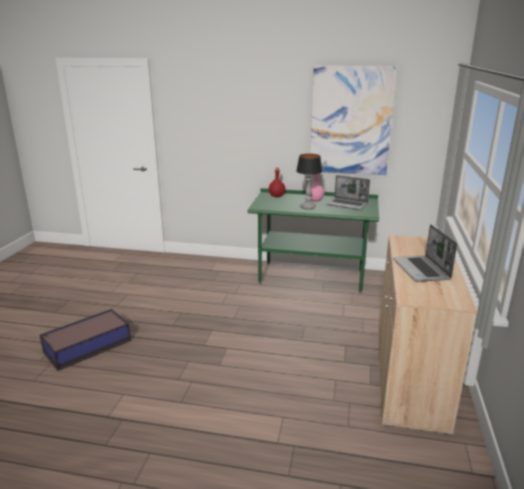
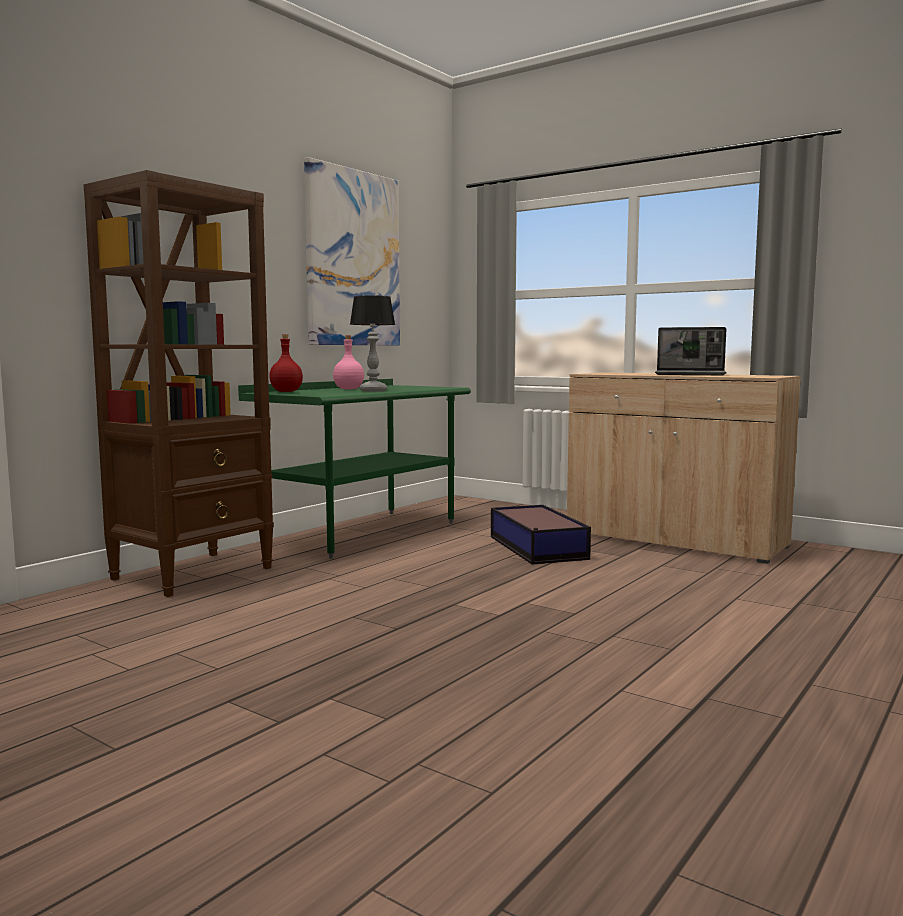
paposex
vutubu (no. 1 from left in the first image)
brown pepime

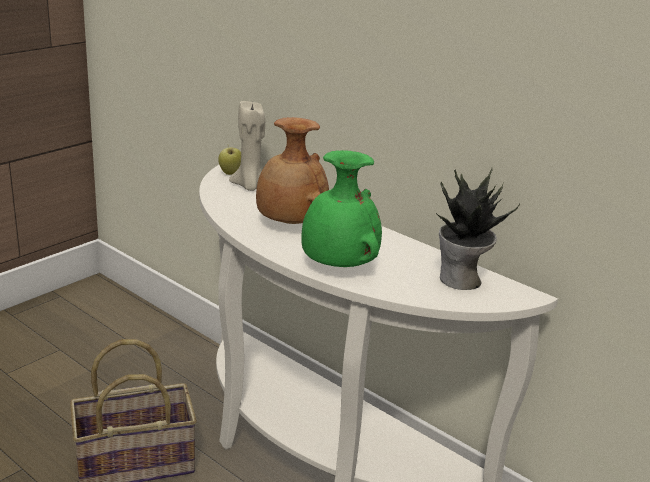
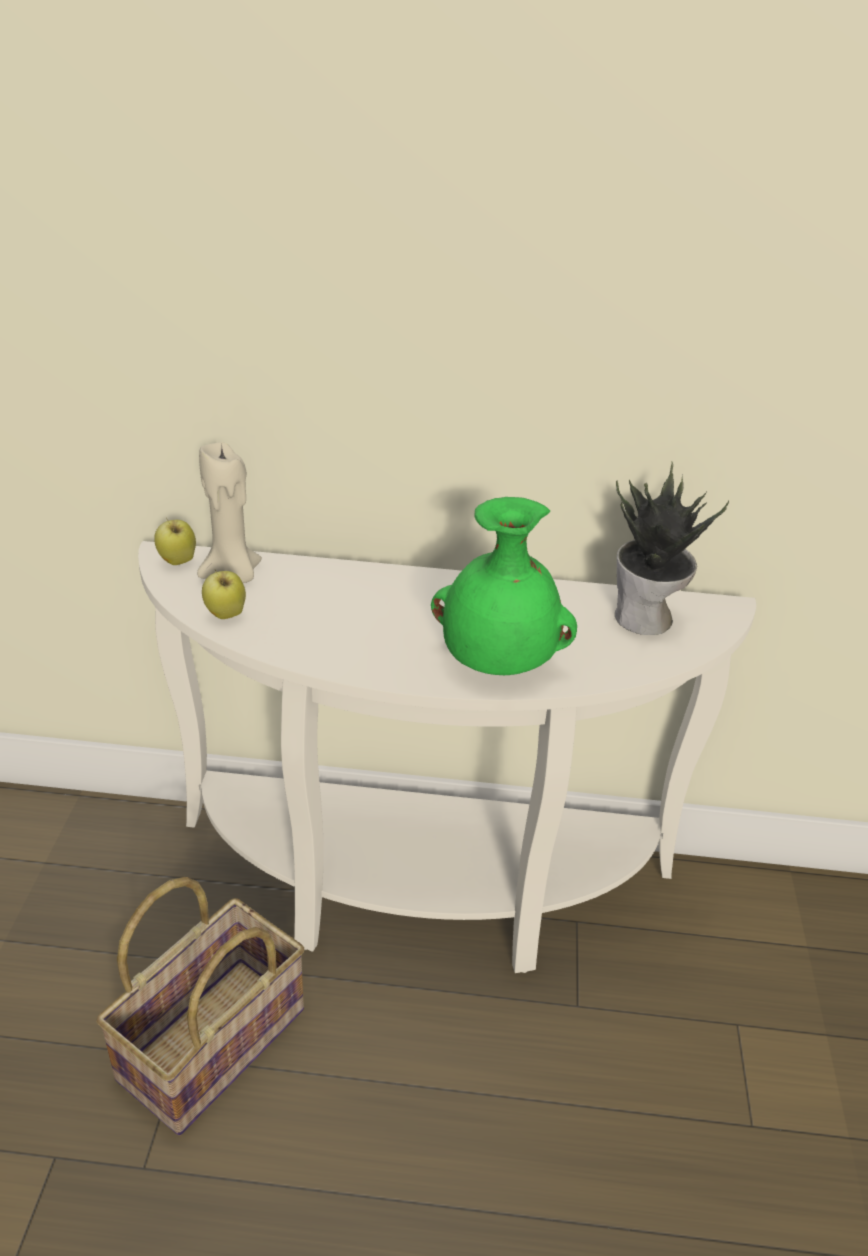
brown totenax
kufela (no. 2 from left)

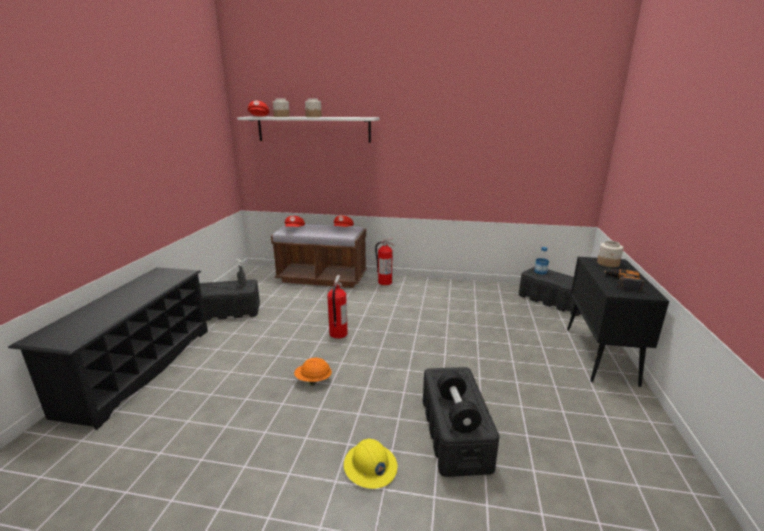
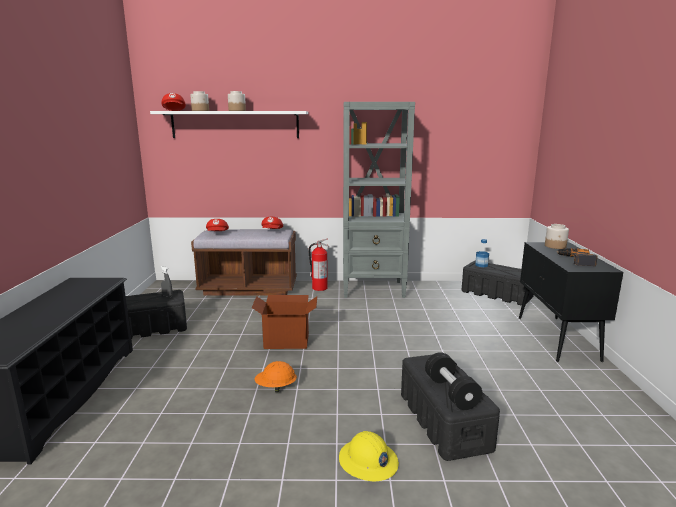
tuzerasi
grey pepime

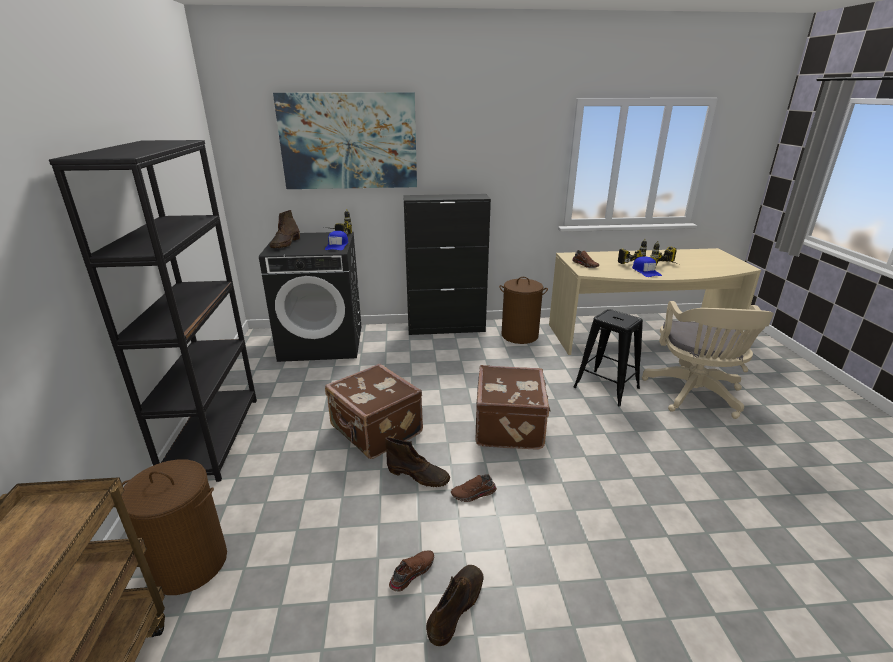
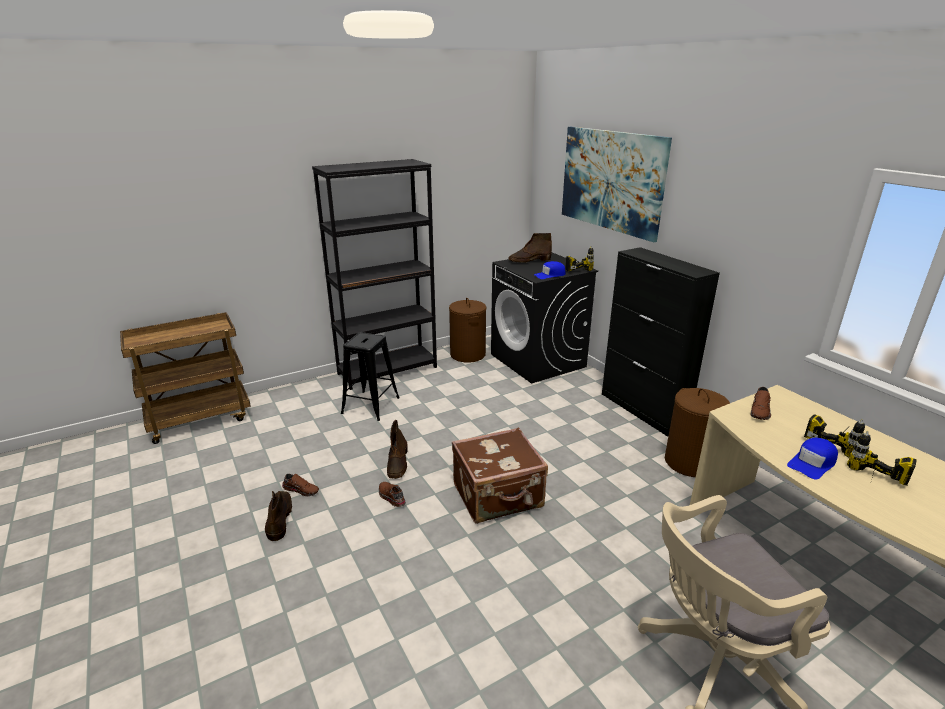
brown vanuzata (no. 1 from left)
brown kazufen (no. 1 from left in the first image)
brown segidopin (no. 1 from left)
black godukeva

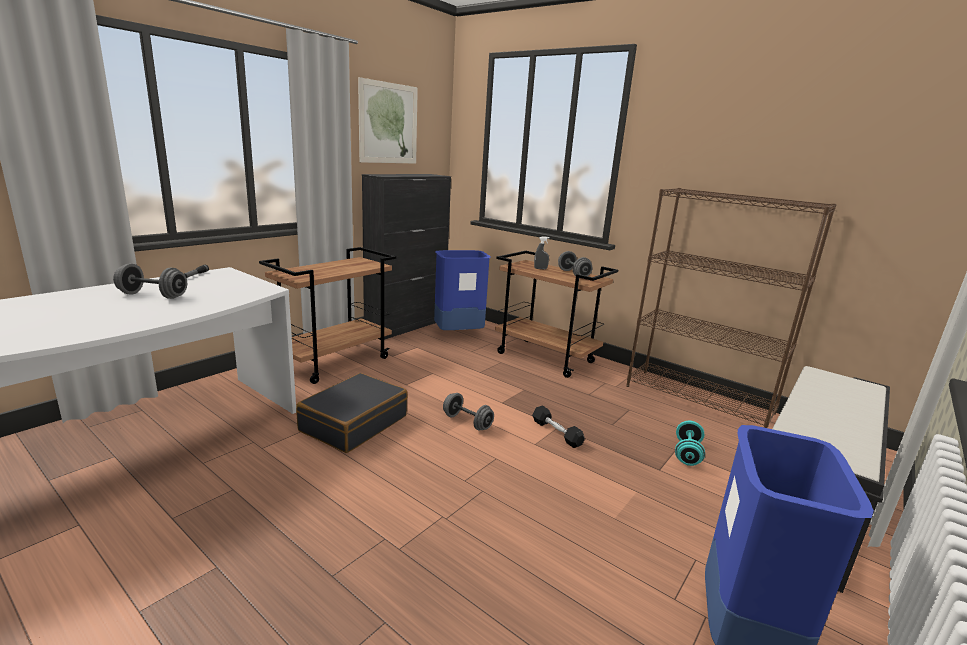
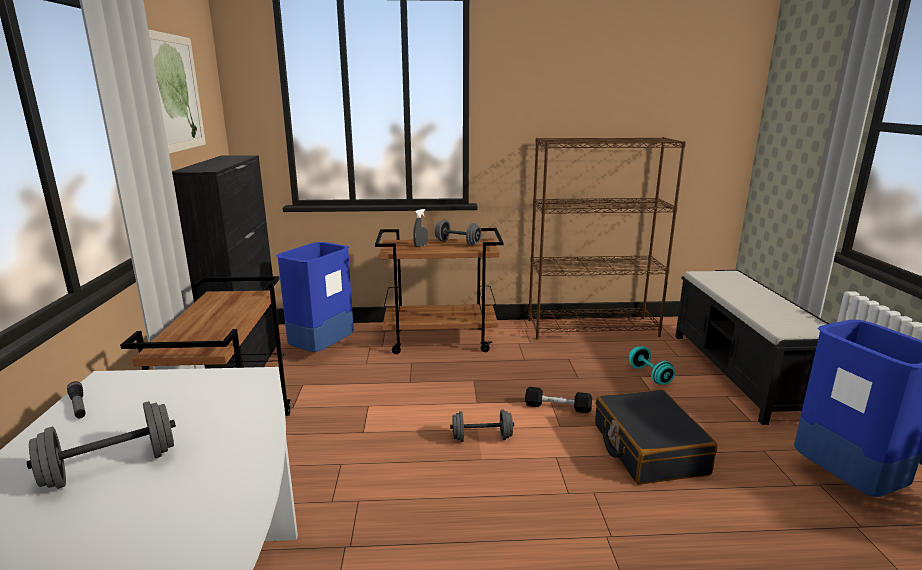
black kazufen

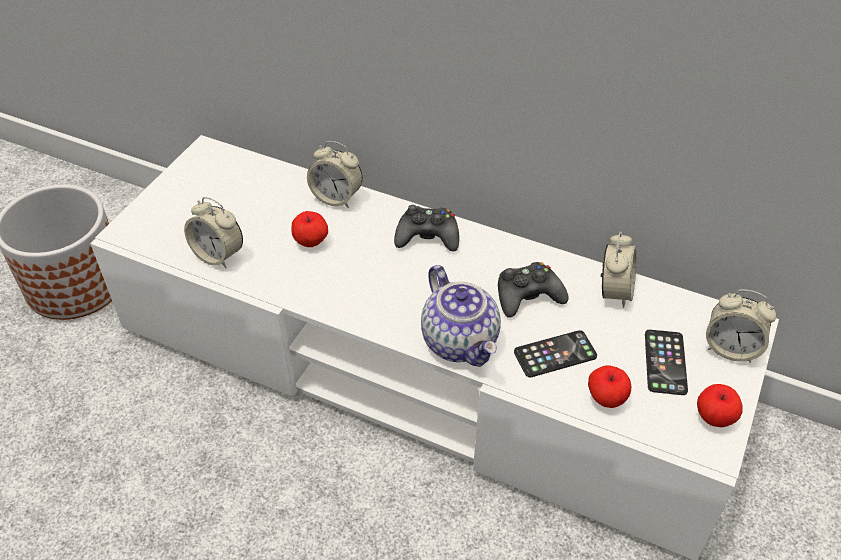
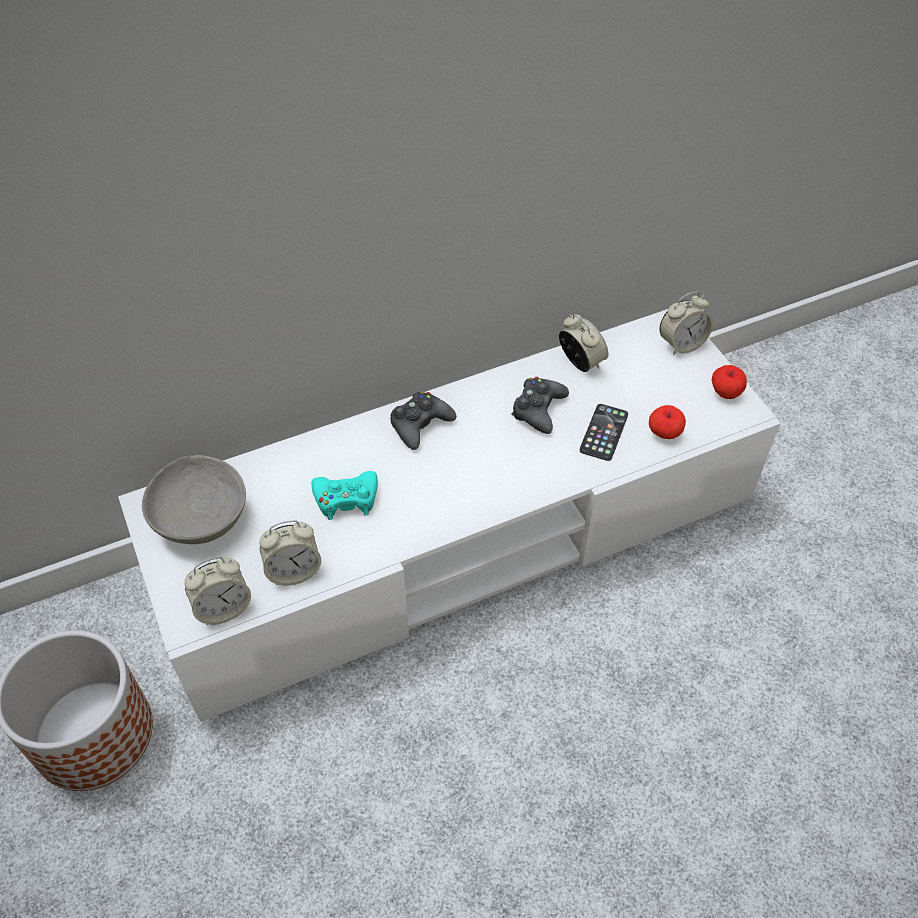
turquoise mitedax
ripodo (no. 1 from left)
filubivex
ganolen (no. 2 from left in the first image)
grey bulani

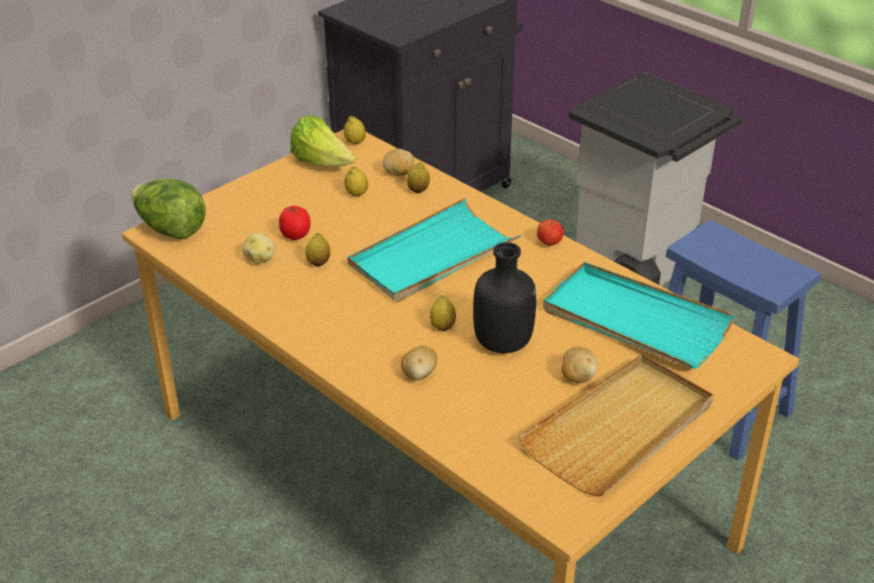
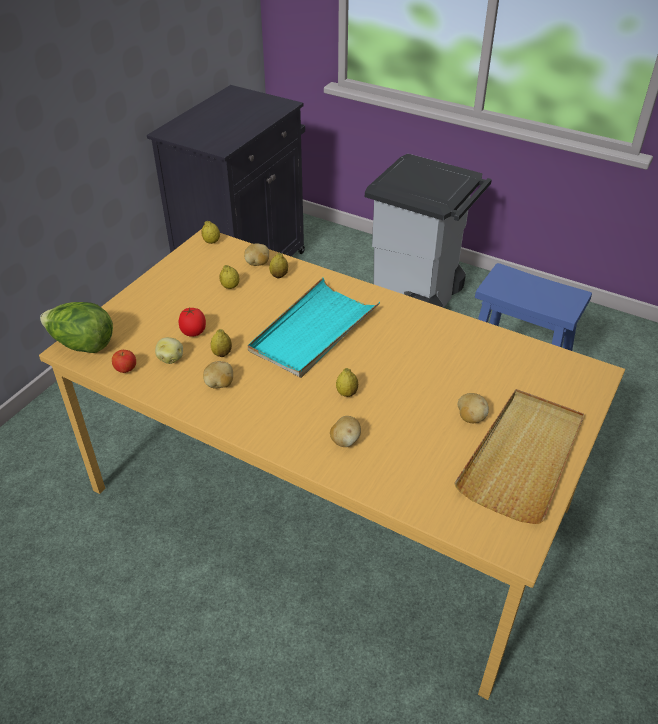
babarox (no. 2 from left in the first image)
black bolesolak
kufela
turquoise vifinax (no. 2 from left in the first image)
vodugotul (no. 2 from left)

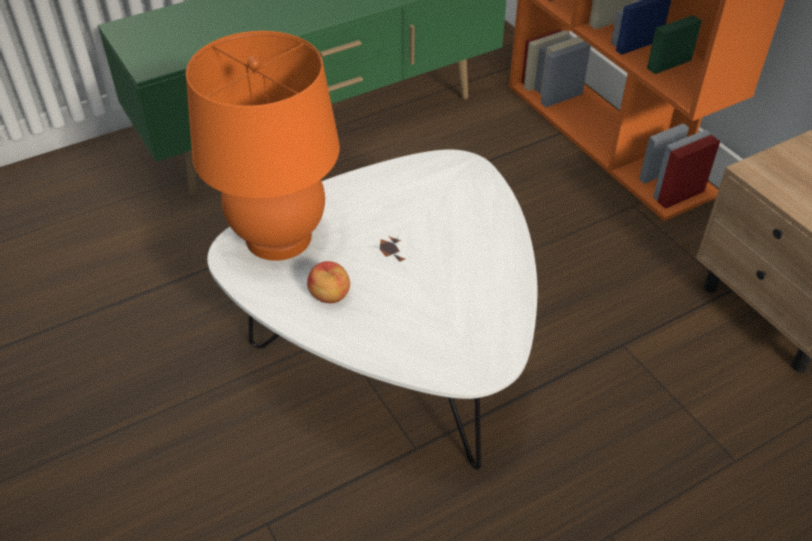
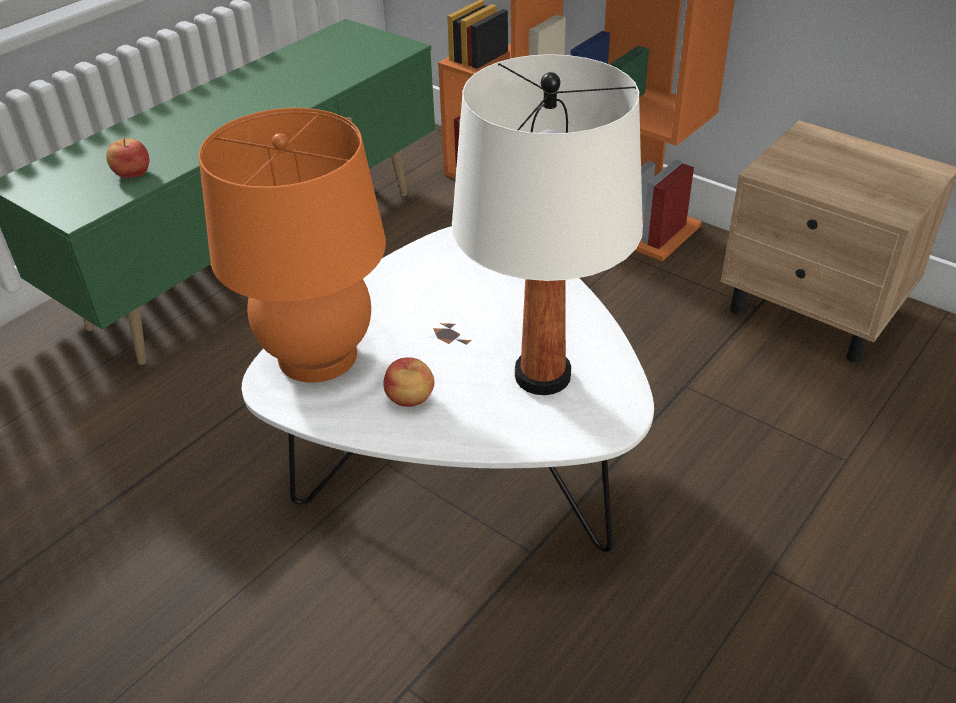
kufela (no. 1 from left)
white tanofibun

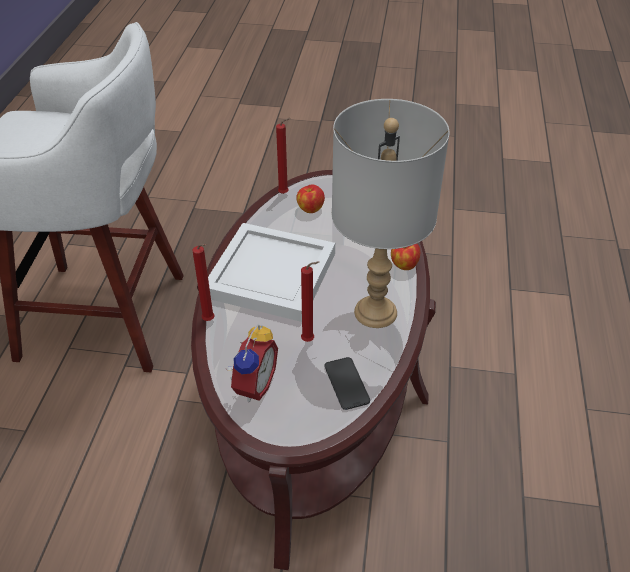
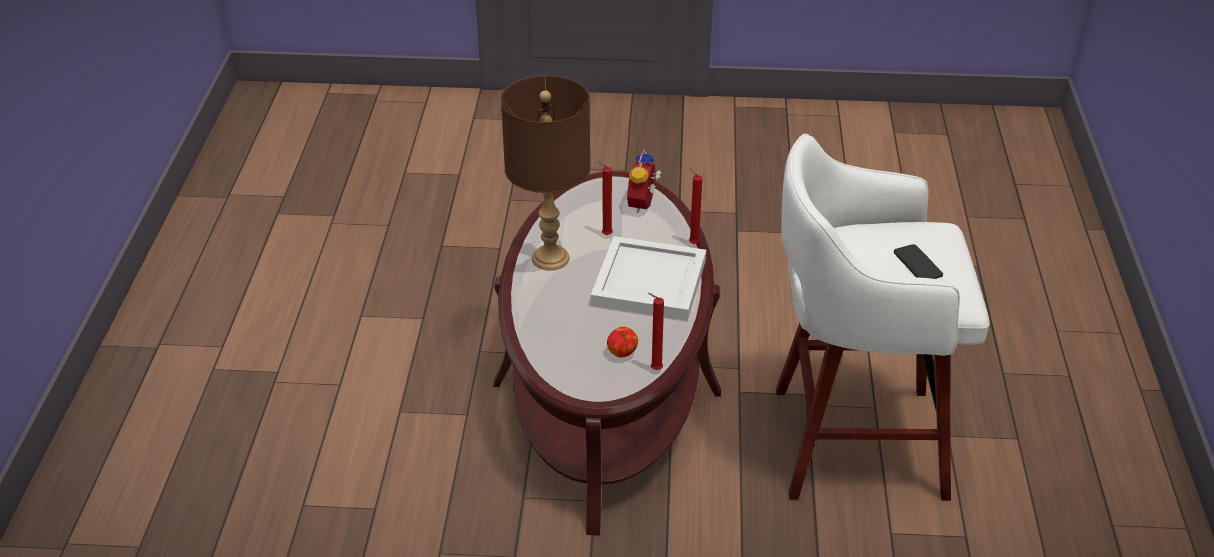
ganolen
brown tanofibun
kufela (no. 2 from left in the first image)

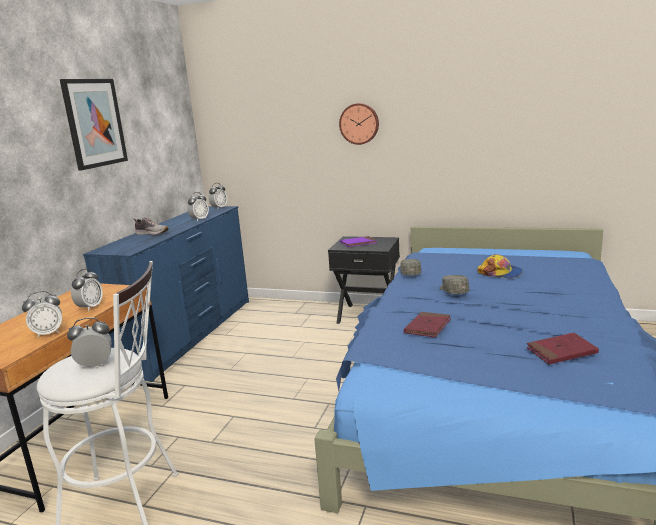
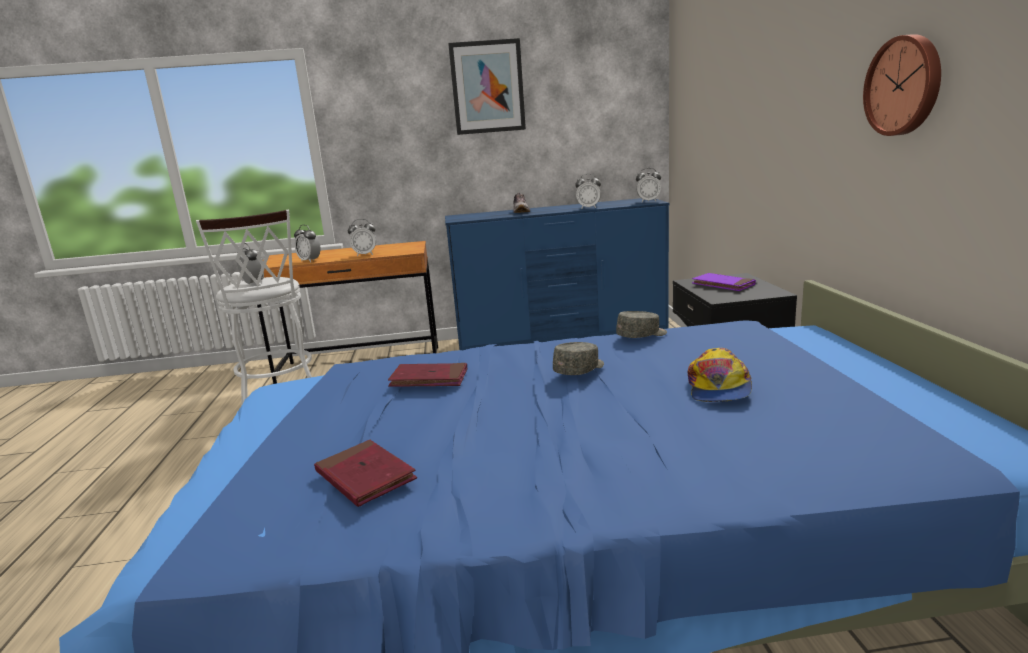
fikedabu

